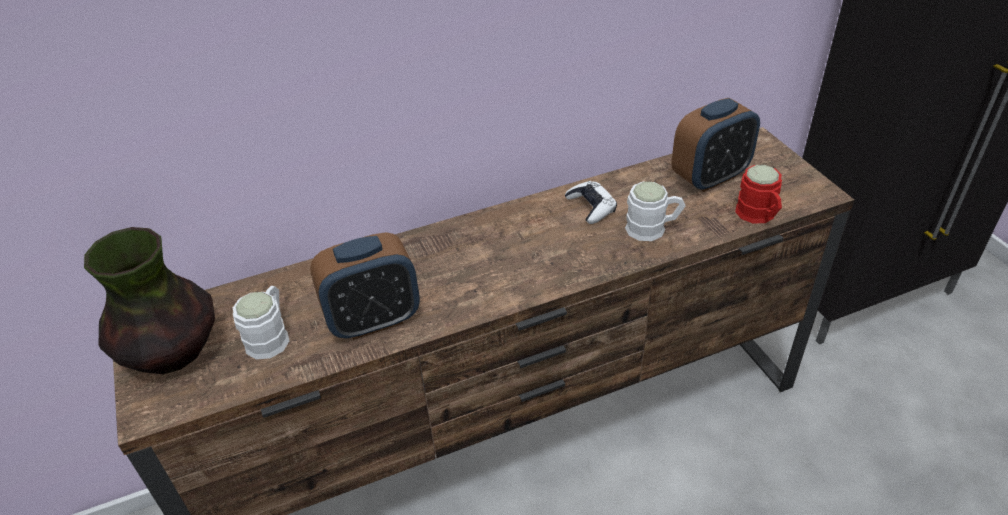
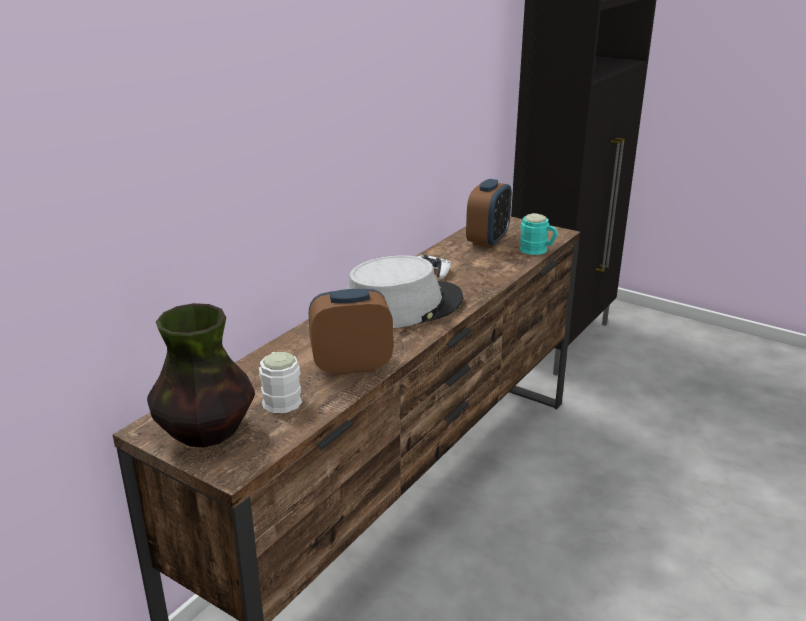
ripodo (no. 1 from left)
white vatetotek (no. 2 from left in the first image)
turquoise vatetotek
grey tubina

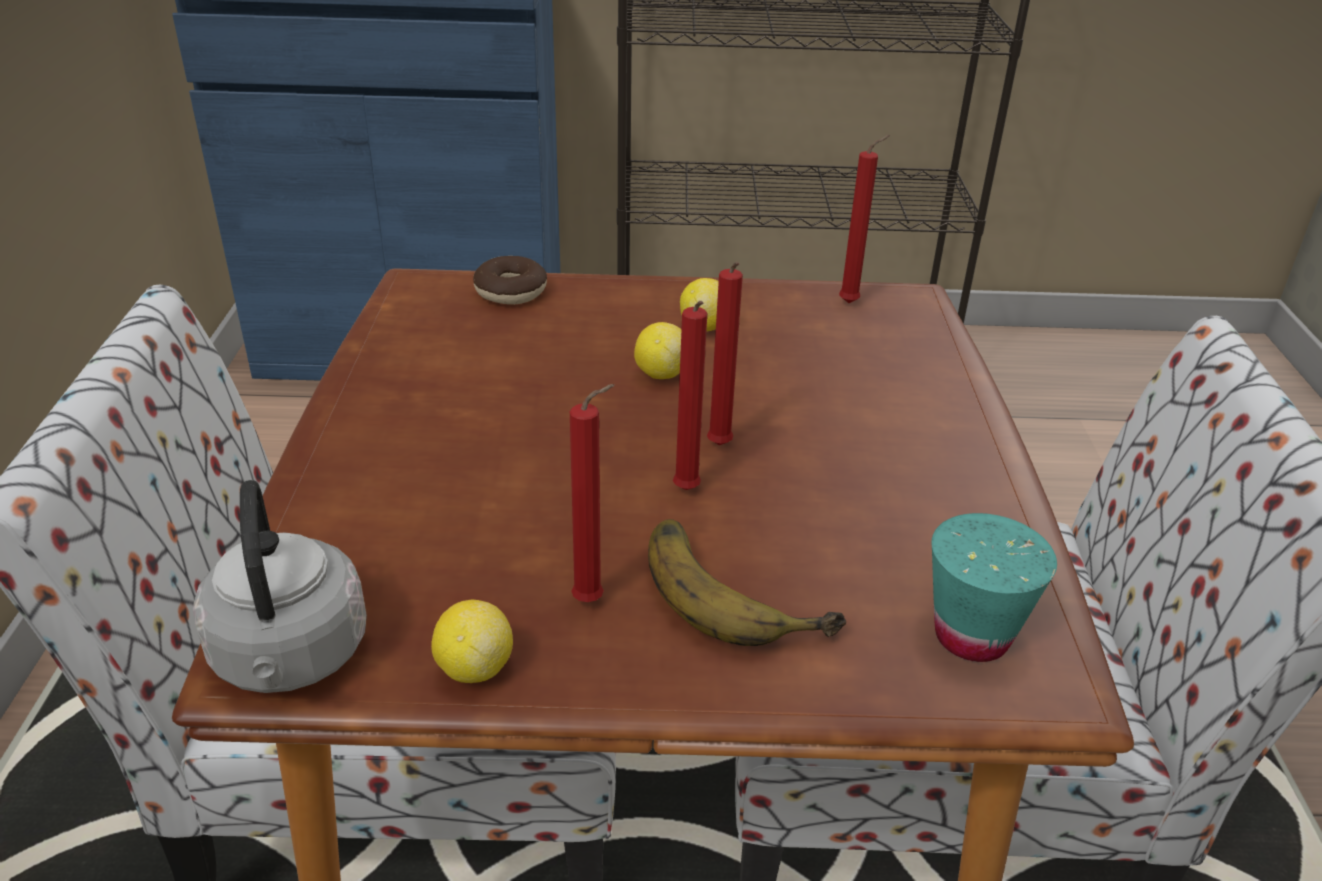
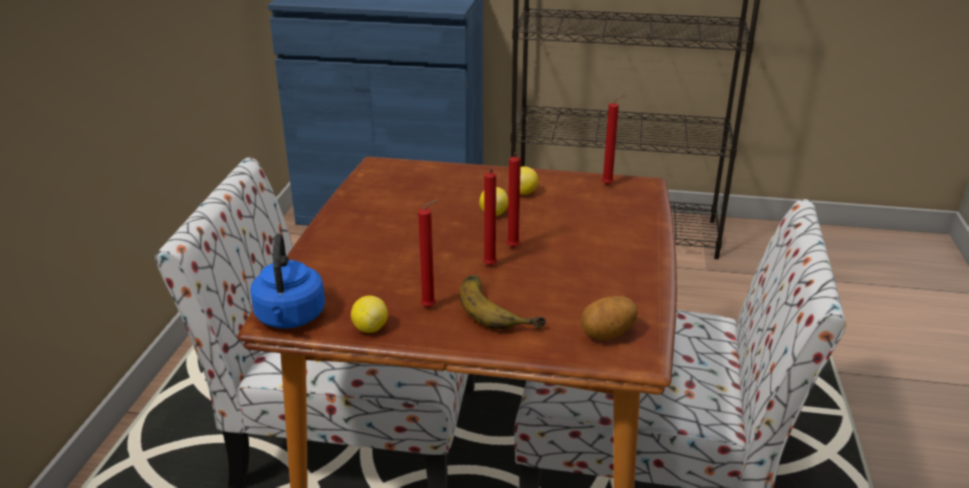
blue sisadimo
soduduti
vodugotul

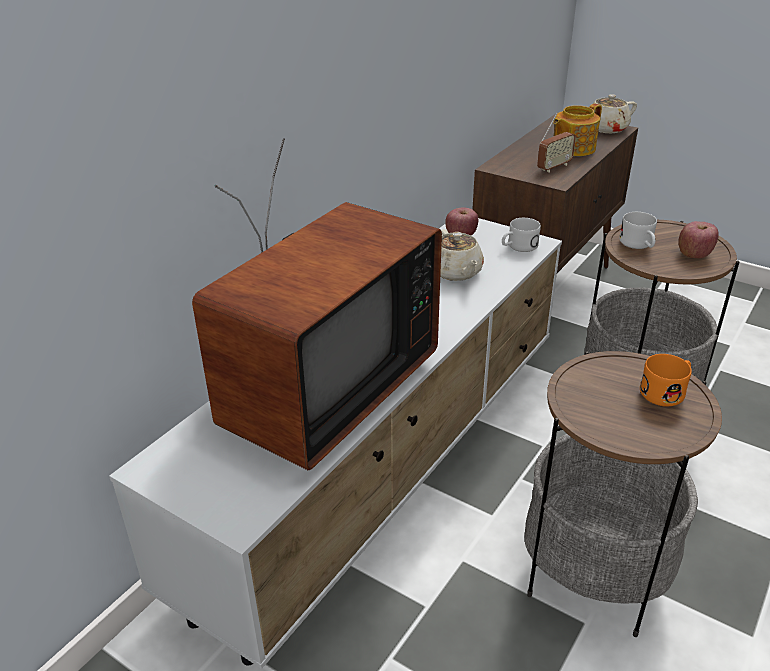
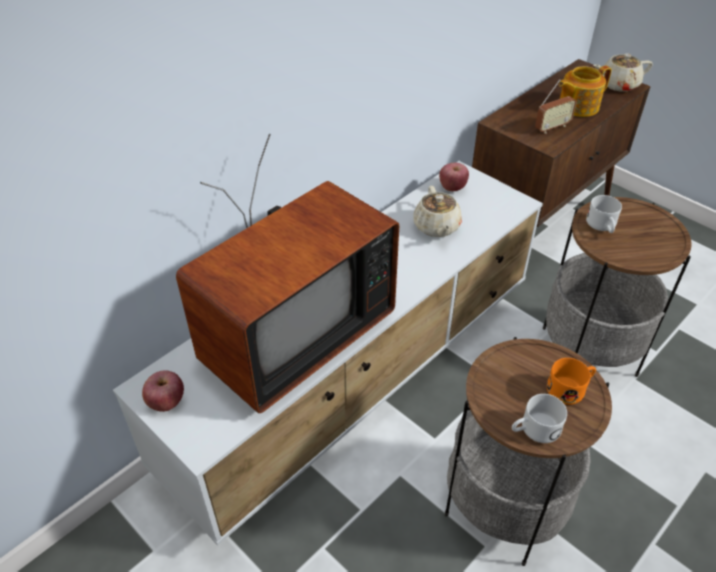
white vatetotek (no. 1 from left)
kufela (no. 1 from left)

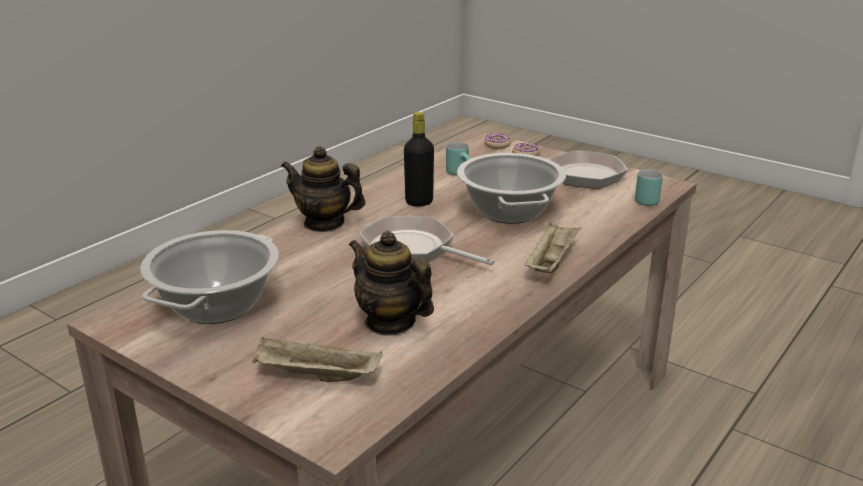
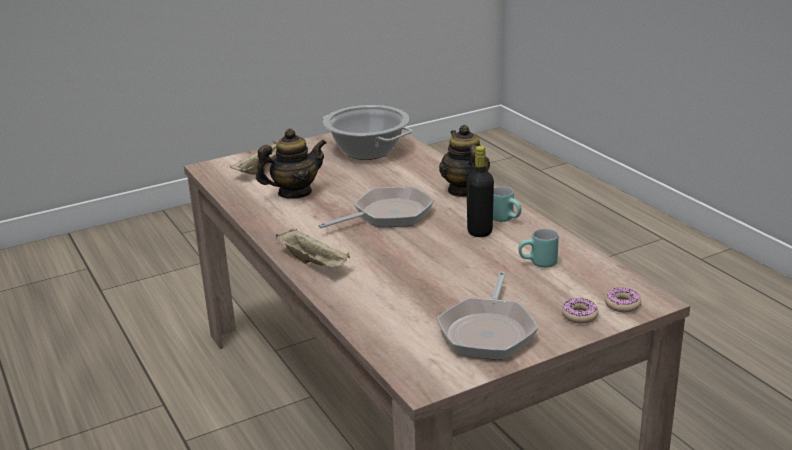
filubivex (no. 2 from left)
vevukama (no. 2 from left in the first image)
turquoise vatetotek (no. 1 from left)

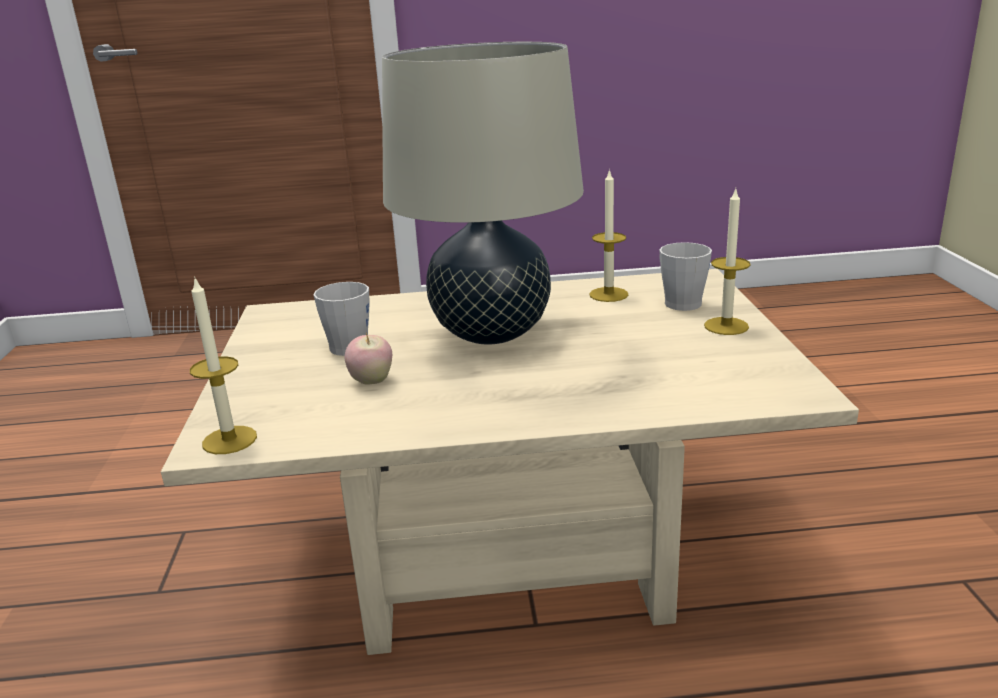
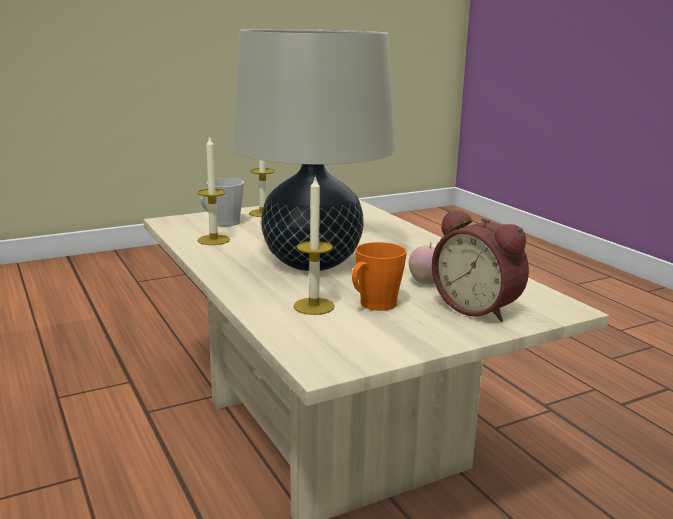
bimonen (no. 3 from left)
orange vatetotek
ripodo

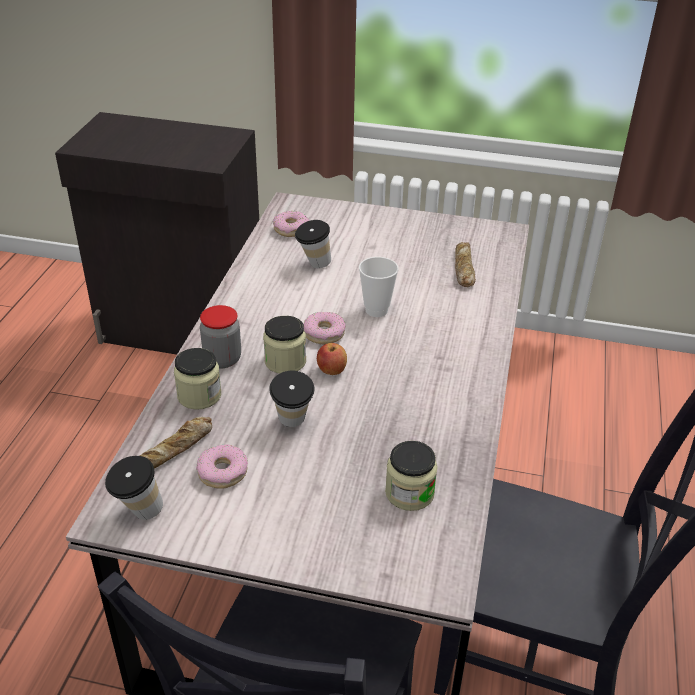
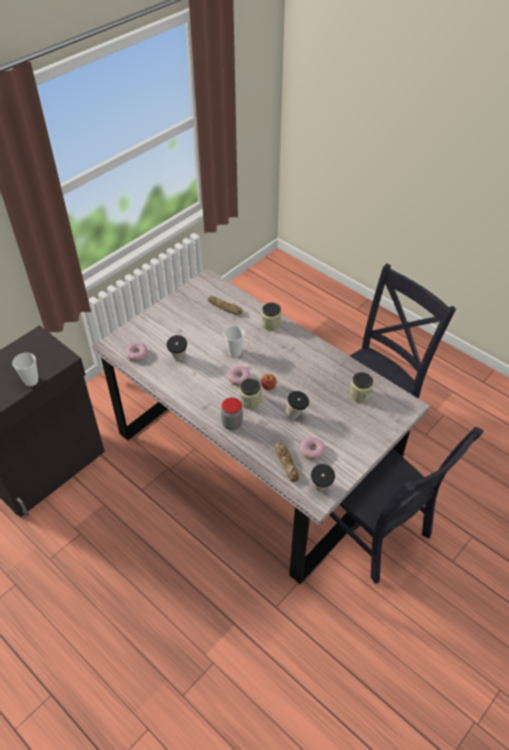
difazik (no. 3 from left)
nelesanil (no. 1 from left)

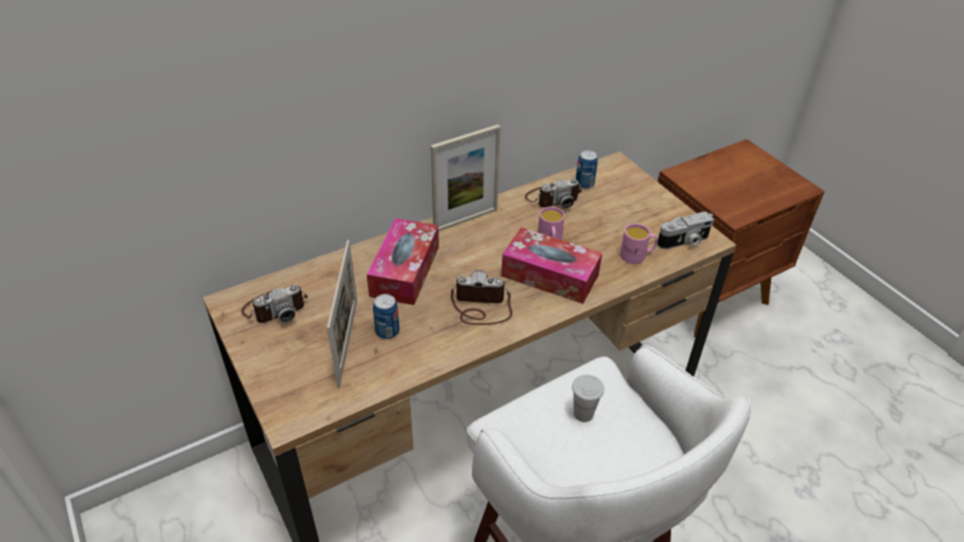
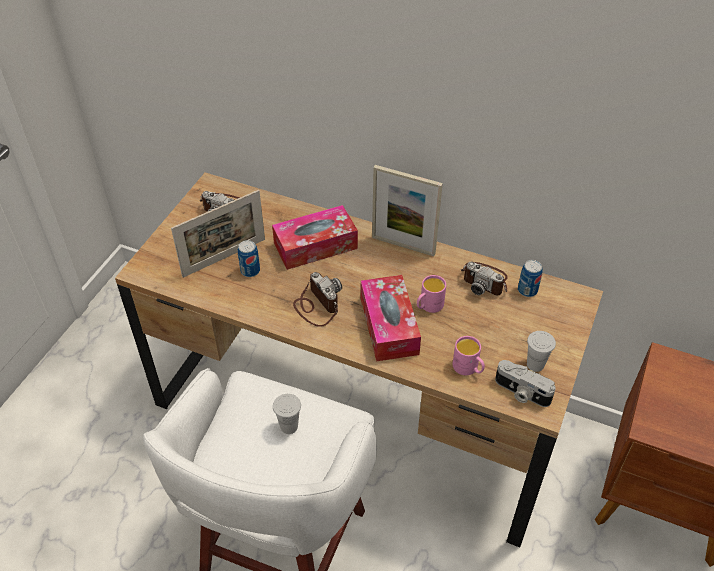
white nelesanil (no. 2 from left)

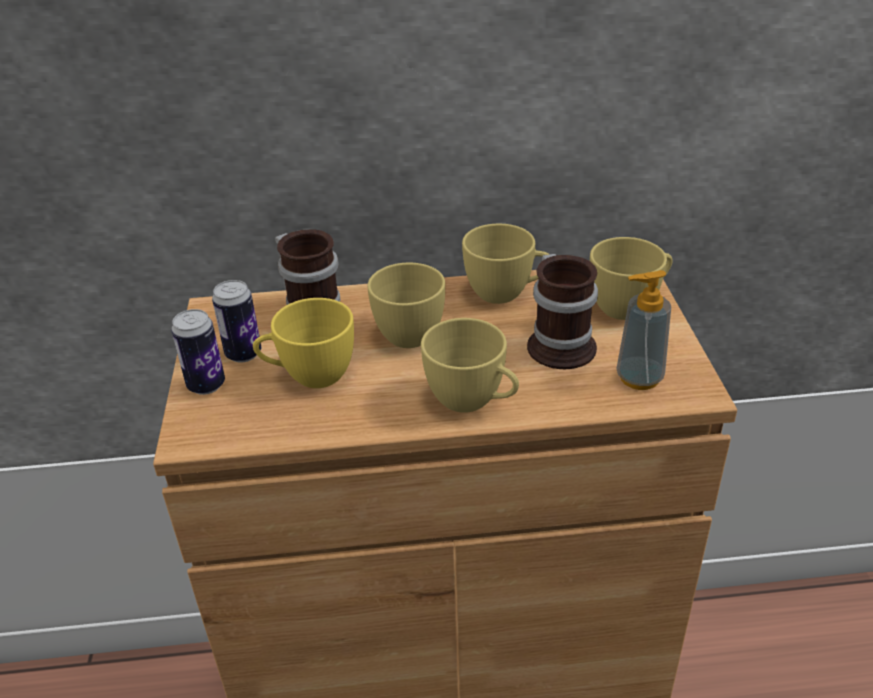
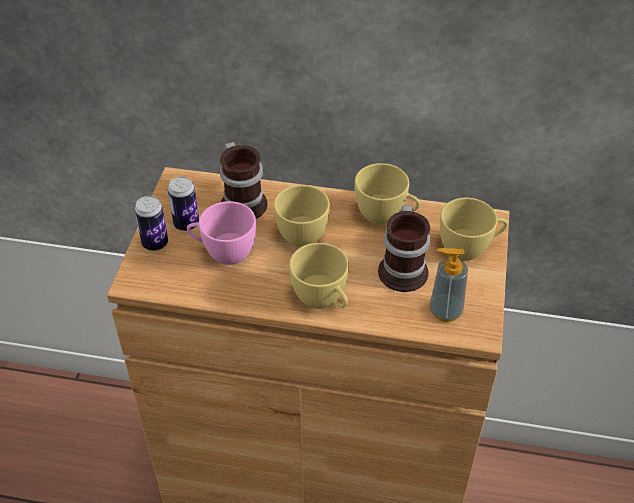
pink nelesanil

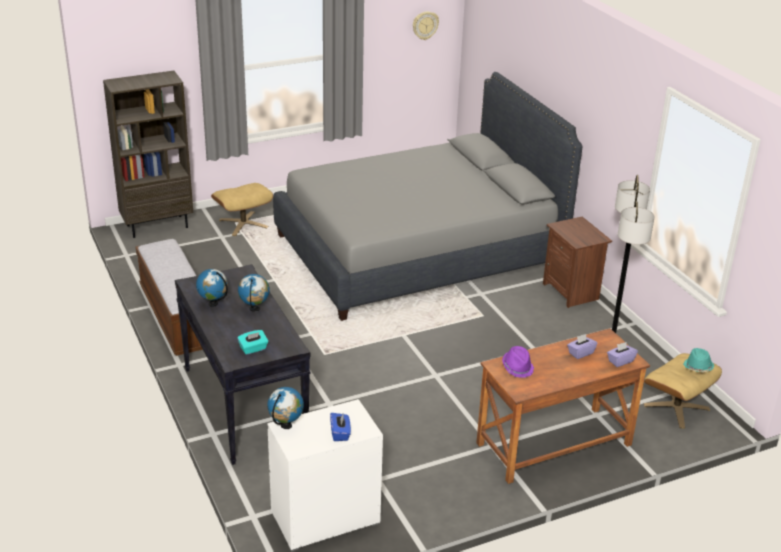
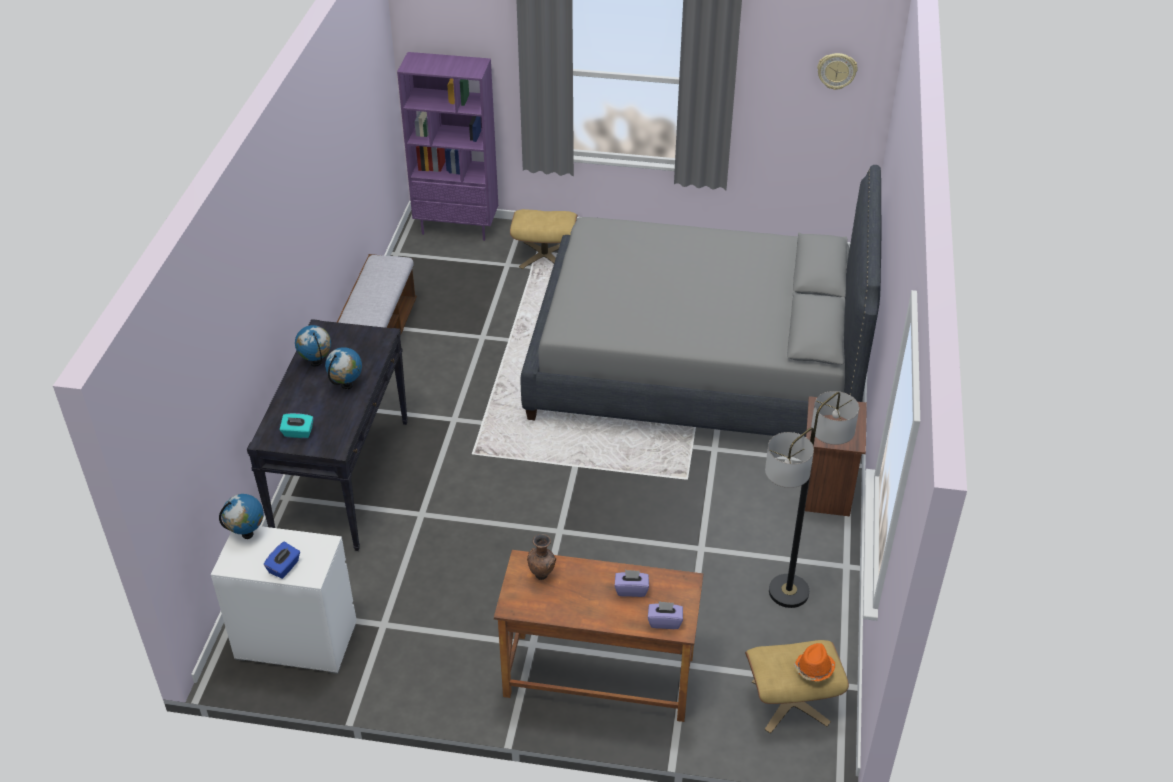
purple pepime
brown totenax
orange tubina

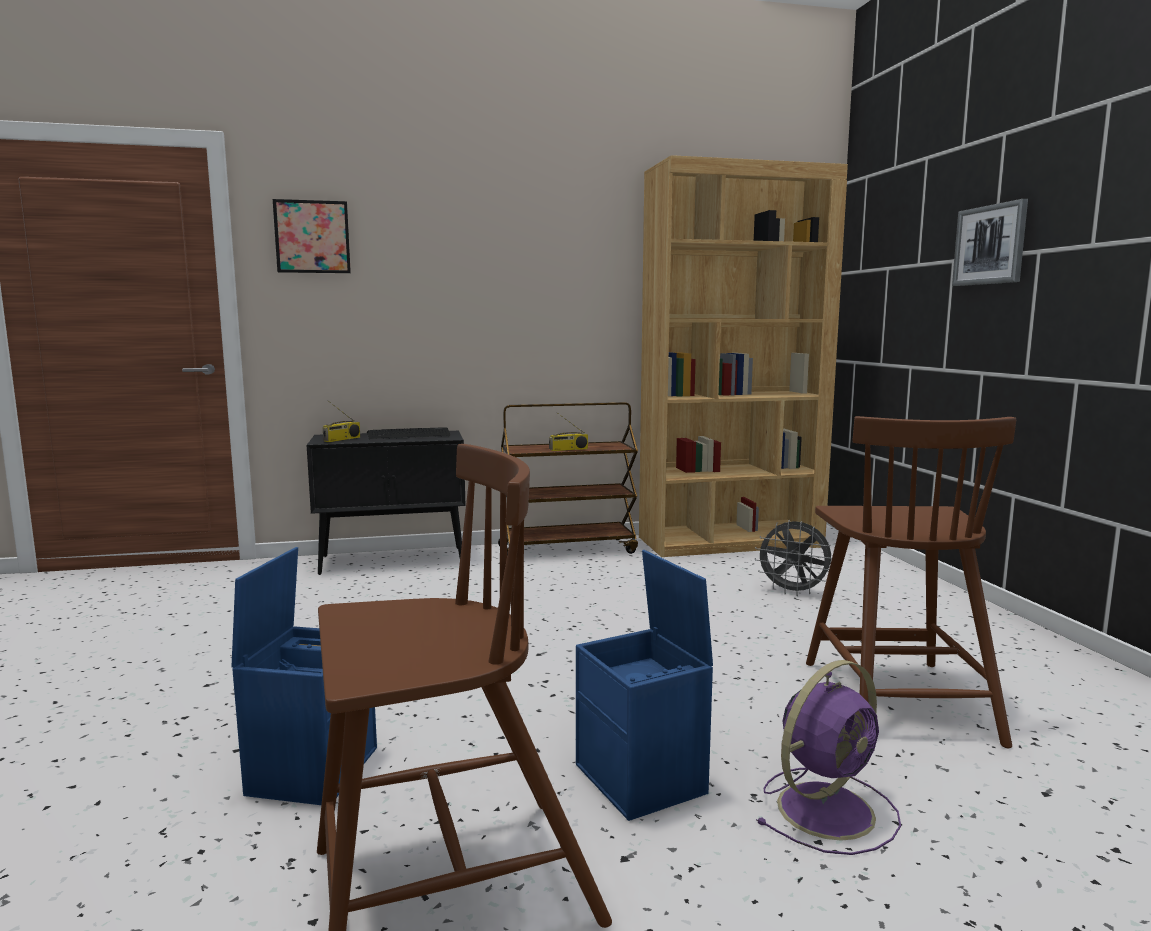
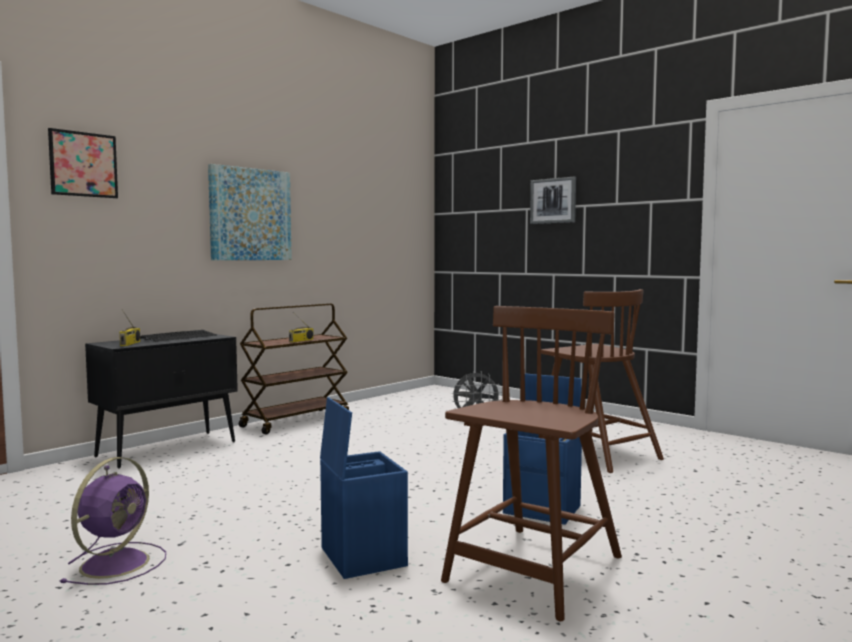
brown pepime
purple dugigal
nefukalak (no. 2 from left)

